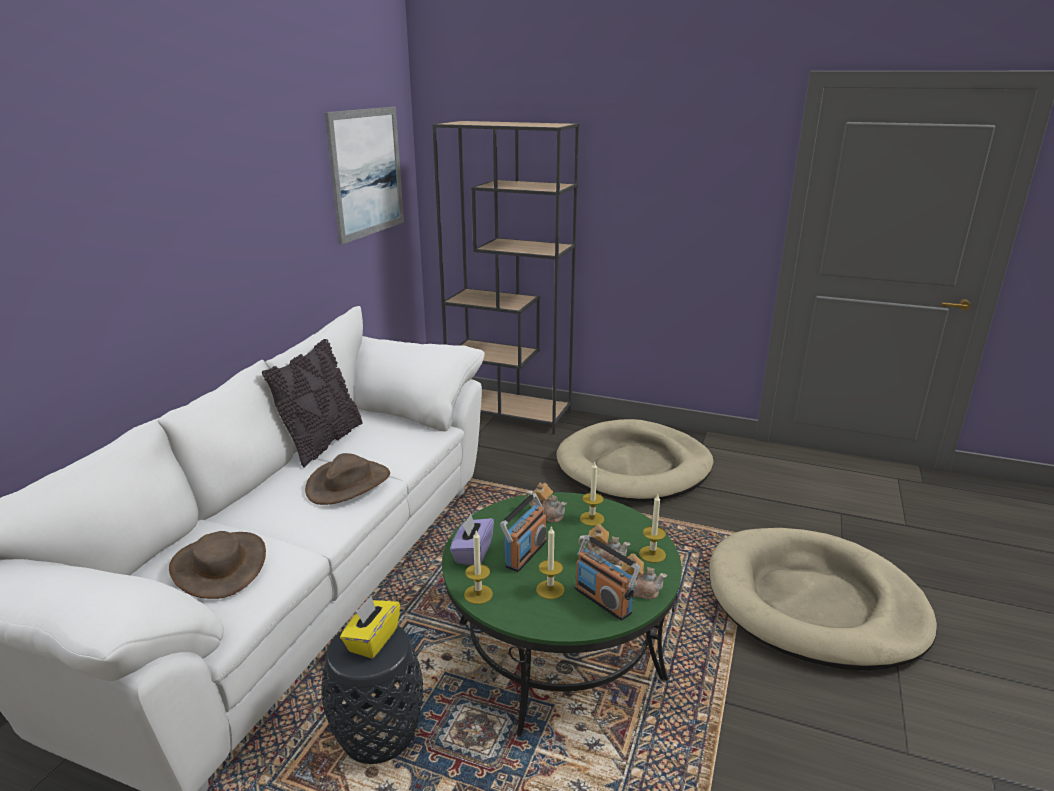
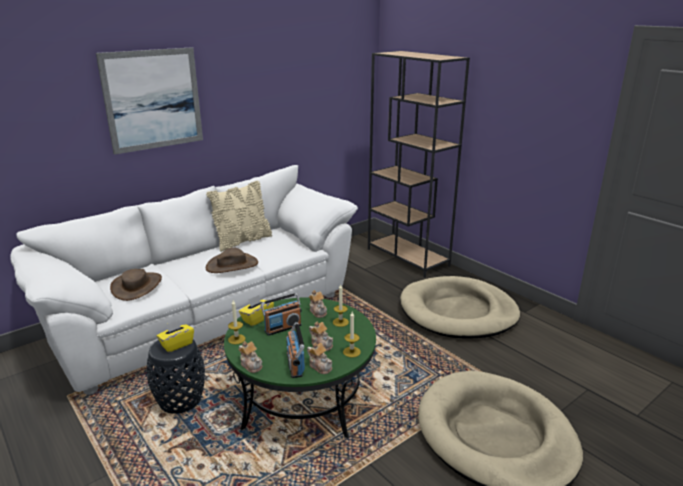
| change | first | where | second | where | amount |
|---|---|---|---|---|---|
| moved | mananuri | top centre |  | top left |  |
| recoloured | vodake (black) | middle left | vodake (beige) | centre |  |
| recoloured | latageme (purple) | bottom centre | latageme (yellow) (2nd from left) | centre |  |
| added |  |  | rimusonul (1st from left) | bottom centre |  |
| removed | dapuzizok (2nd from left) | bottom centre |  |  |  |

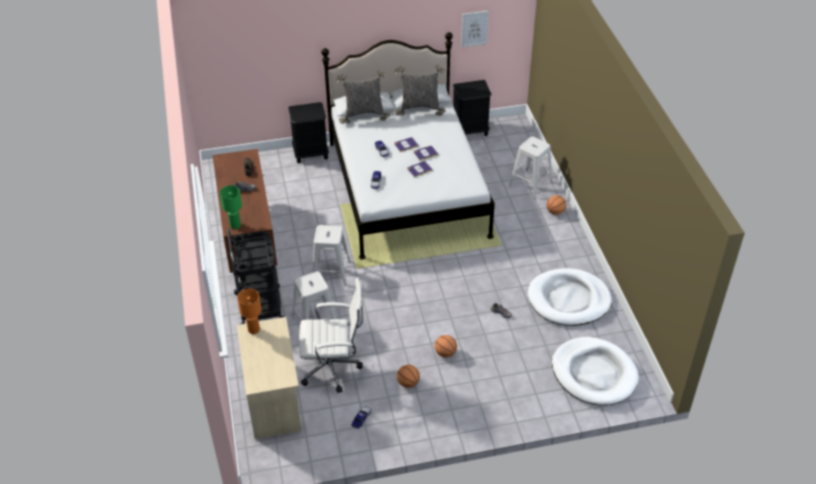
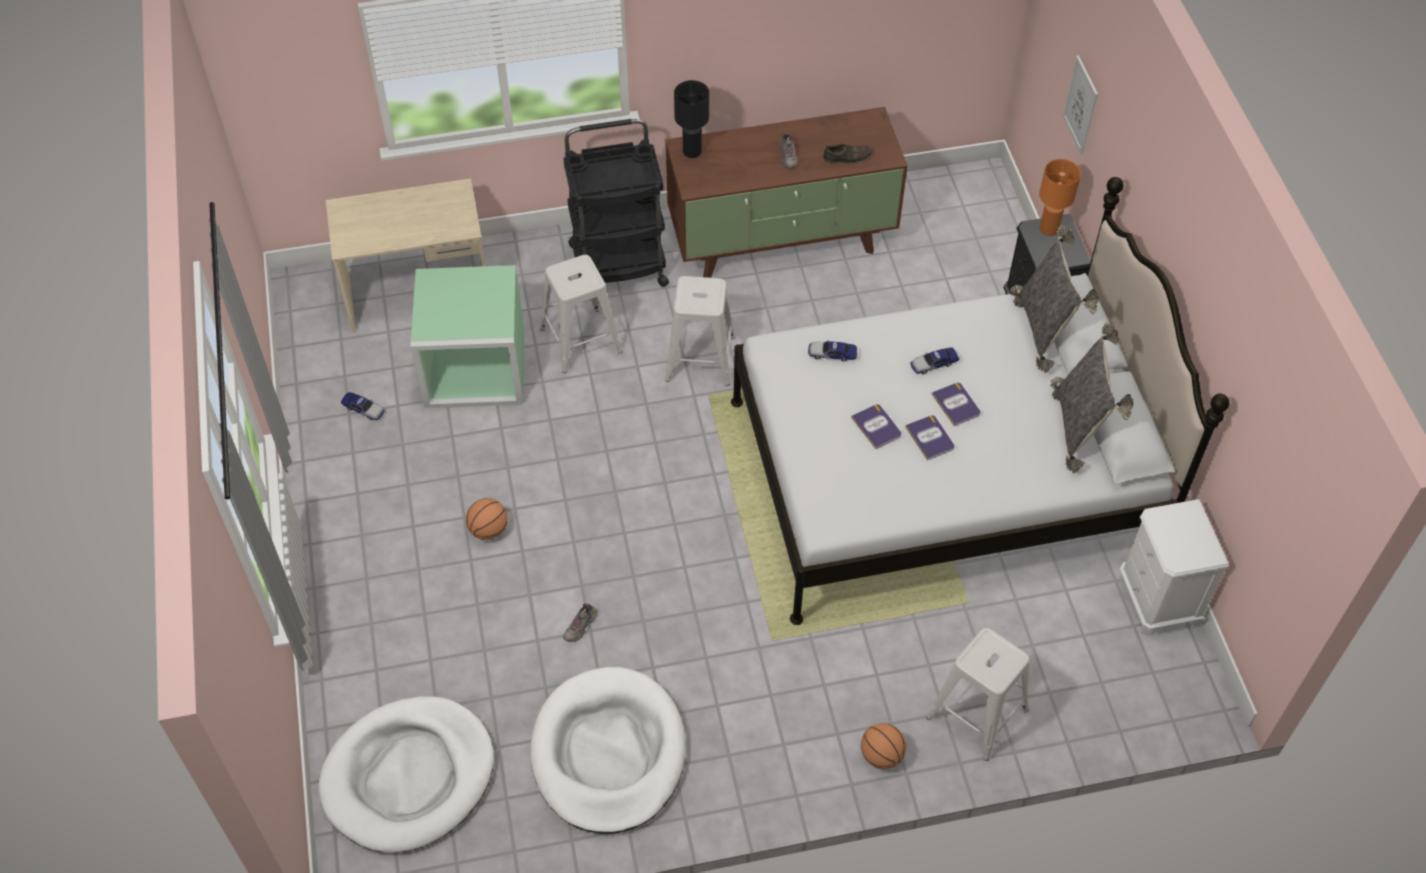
| change | first | where | second | where | amount |
|---|---|---|---|---|---|
| replaced | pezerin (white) | bottom centre | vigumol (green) | middle left |  |
| recoloured | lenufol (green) | middle left | lenufol (black) | top centre |  |
| moved | lenufol (orange) | middle left |  | top right |  |
| moved | mananuri | top centre |  | top right |  |
| recoloured | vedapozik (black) (2nd from left) | top centre | vedapozik (white) | middle right |  |
| removed | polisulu (1st from left) | bottom centre |  |  |  |

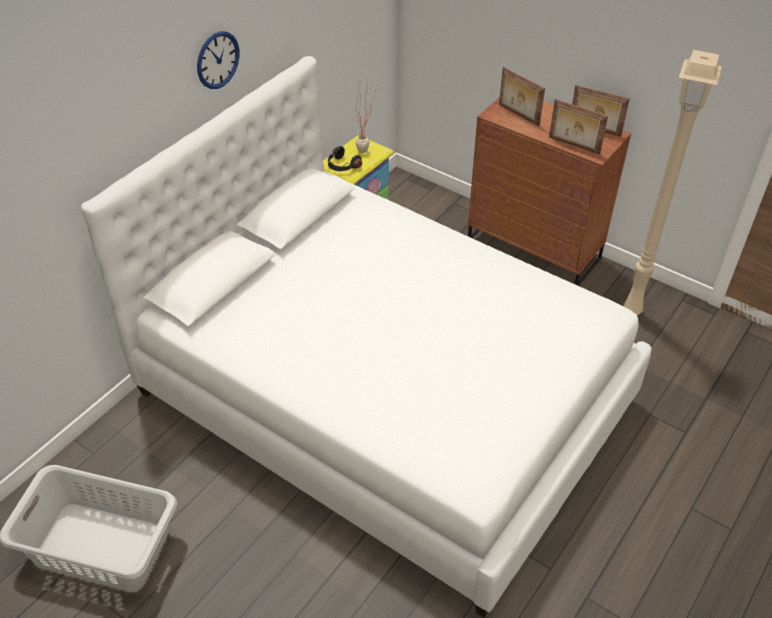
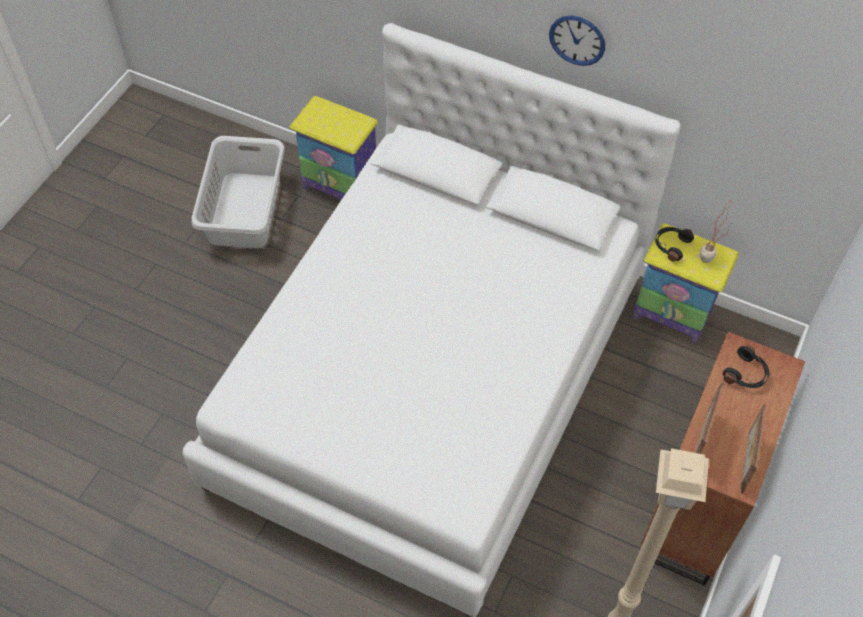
| change | first | where | second | where | amount |
|---|---|---|---|---|---|
| added |  |  | vedapozik (1st from left) | top centre |  |
| replaced | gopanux (1st from left) | top right | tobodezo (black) (2nd from left) | middle right |  |

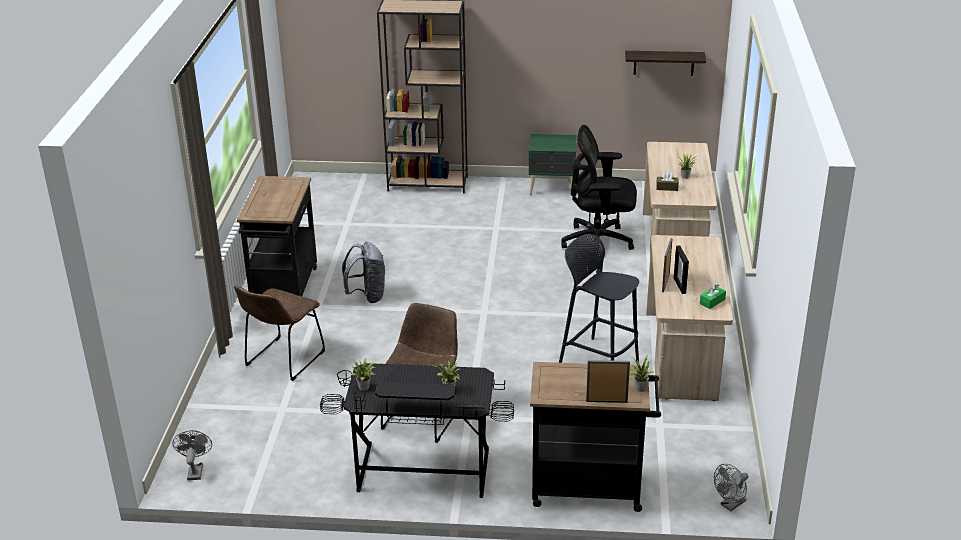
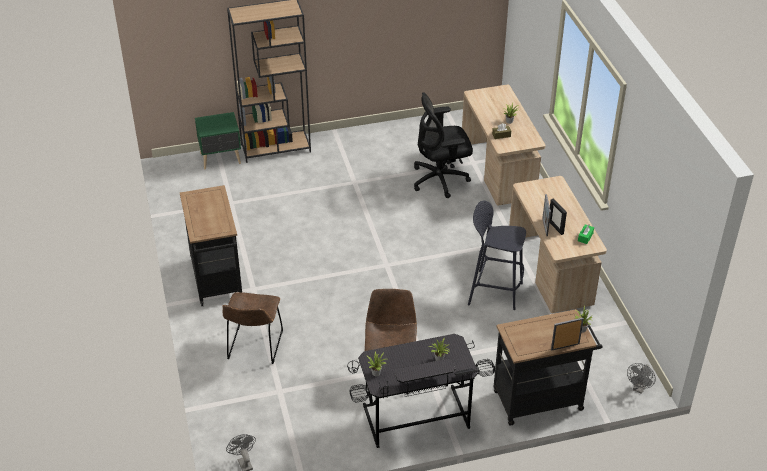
| change | first | where | second | where | amount |
|---|---|---|---|---|---|
| moved | vedapozik (green) | top centre |  | top left |  |
| removed | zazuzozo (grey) | centre |  |  |  |
| removed | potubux | top right |  |  |  |

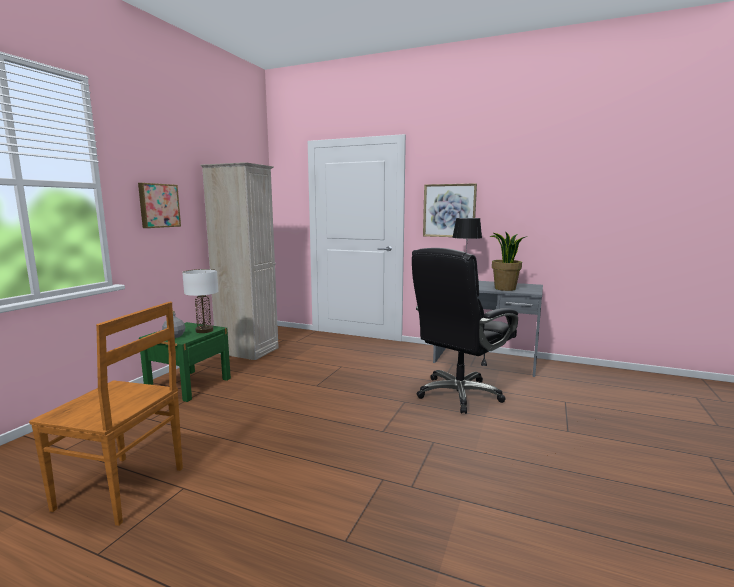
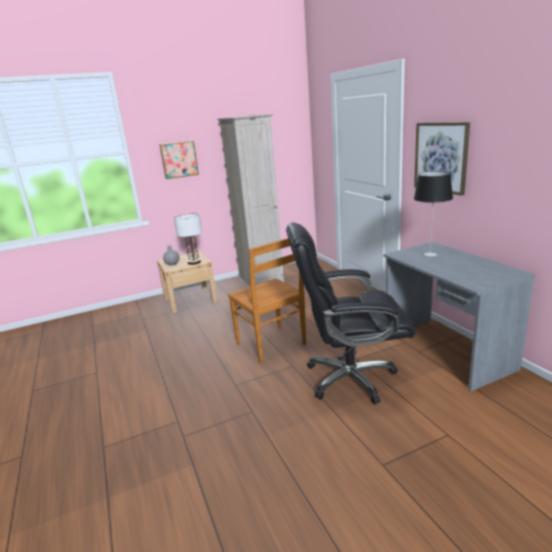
| change | first | where | second | where | amount |
|---|---|---|---|---|---|
| recoloured | vedapozik (green) | middle left | vedapozik (beige) | centre |  |
| moved | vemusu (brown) | bottom left |  | centre |  |
| removed | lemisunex | middle right |  |  |  |

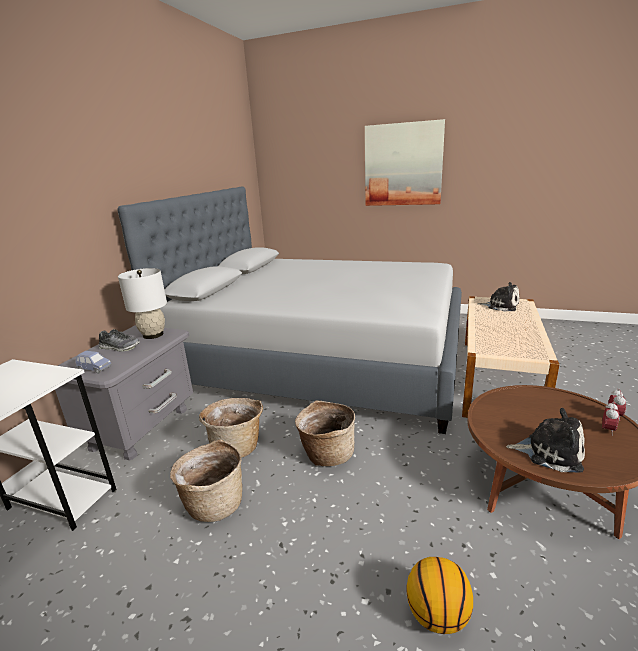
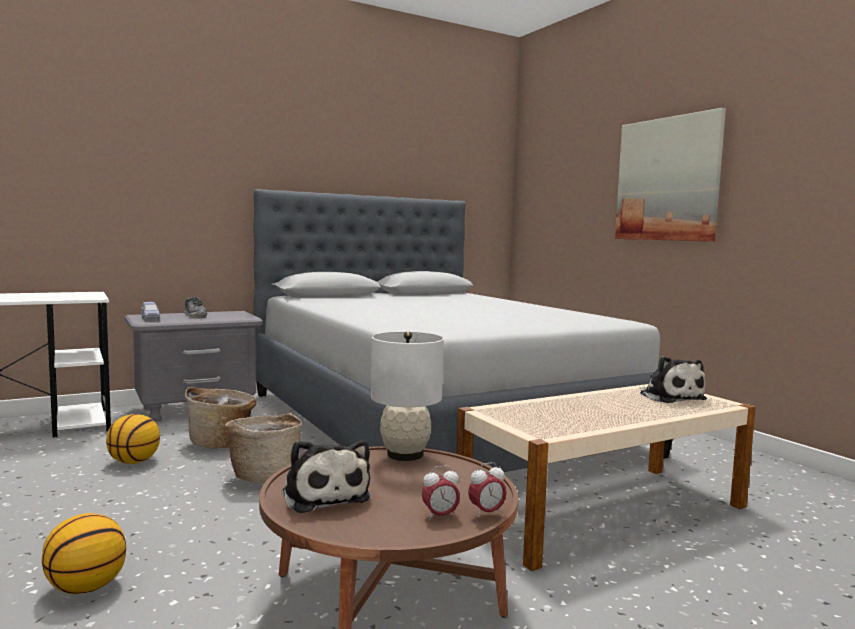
| change | first | where | second | where | amount |
|---|---|---|---|---|---|
| replaced | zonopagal (1st from left) | bottom left | polisulu (2nd from left) | bottom left |  |
| moved | lenufol (white) | middle left |  | centre |  |

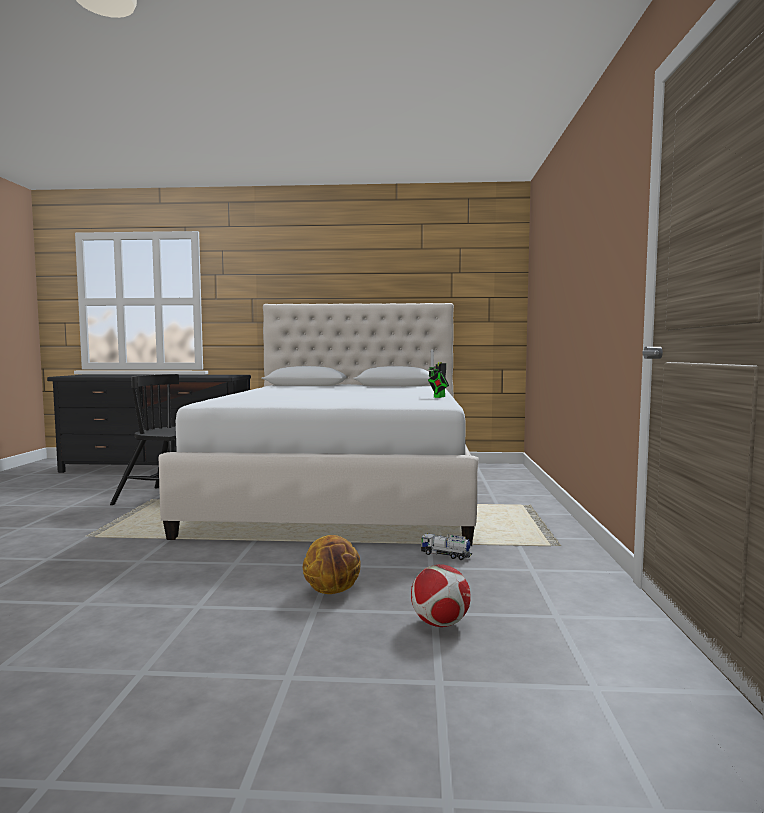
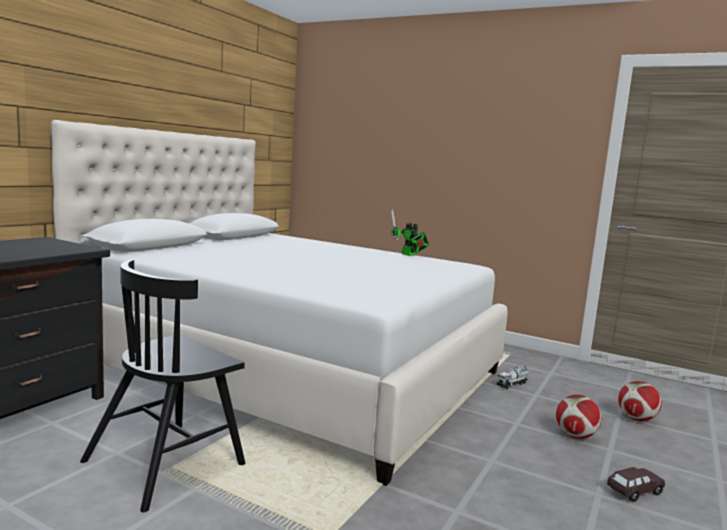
| change | first | where | second | where | amount |
|---|---|---|---|---|---|
| replaced | polisulu | bottom centre | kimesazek (1st from left) | bottom right |  |
| added |  |  | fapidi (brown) | bottom right |  |

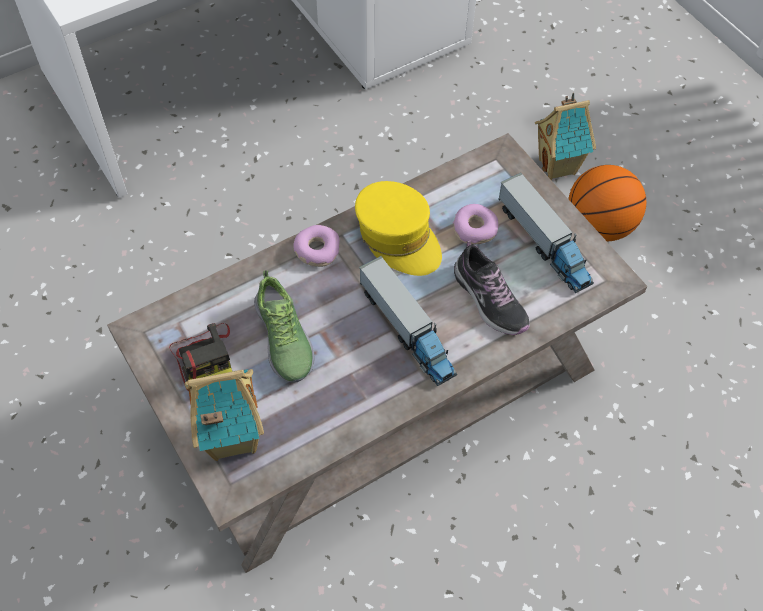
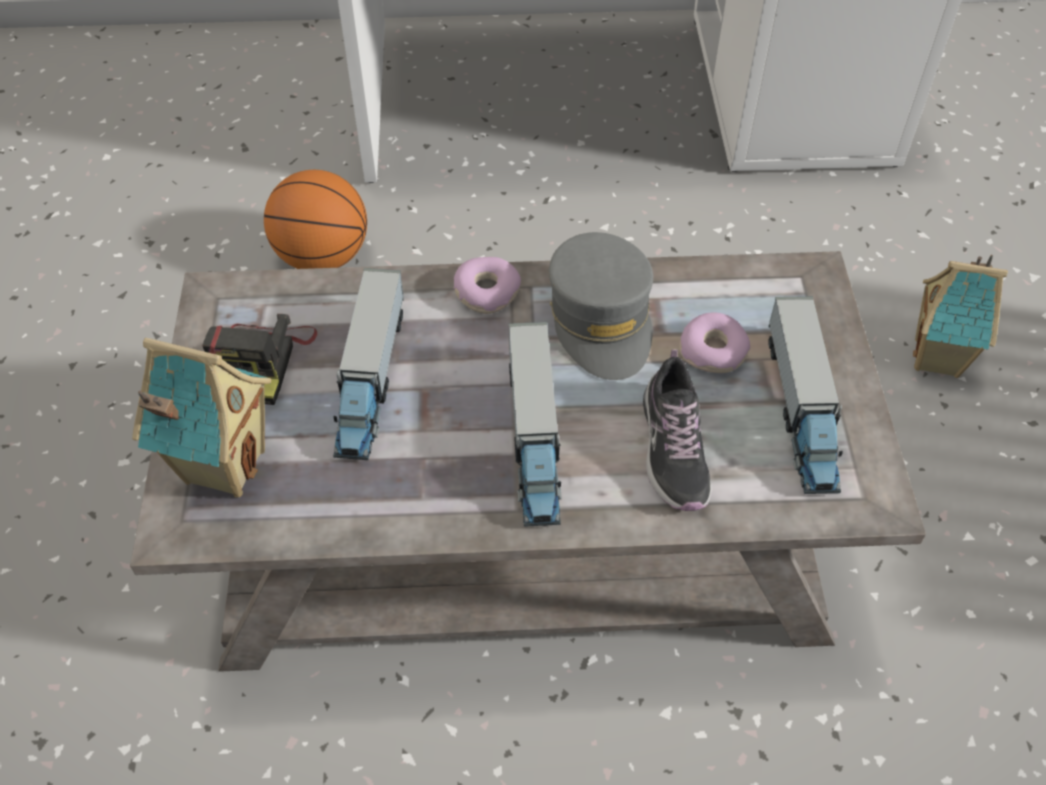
| change | first | where | second | where | amount |
|---|---|---|---|---|---|
| moved | polisulu | top right |  | top left |  |
| replaced | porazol (1st from left) | centre | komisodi (1st from left) | centre |  |
| recoloured | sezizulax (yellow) | centre | sezizulax (grey) | centre |  |

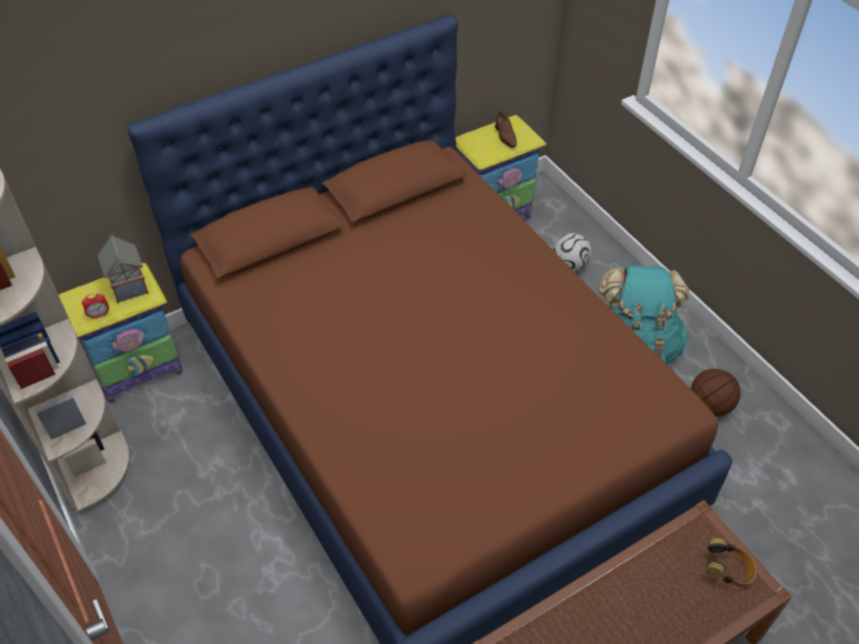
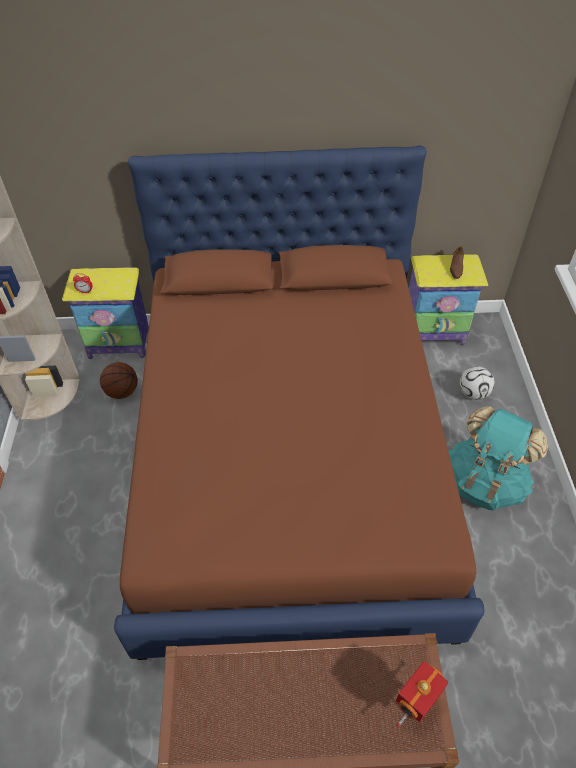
| change | first | where | second | where | amount |
|---|---|---|---|---|---|
| moved | polisulu | middle right |  | middle left |  |
| replaced | tobodezo | bottom right | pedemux | bottom right |  |
| removed | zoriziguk | middle left |  |  |  |

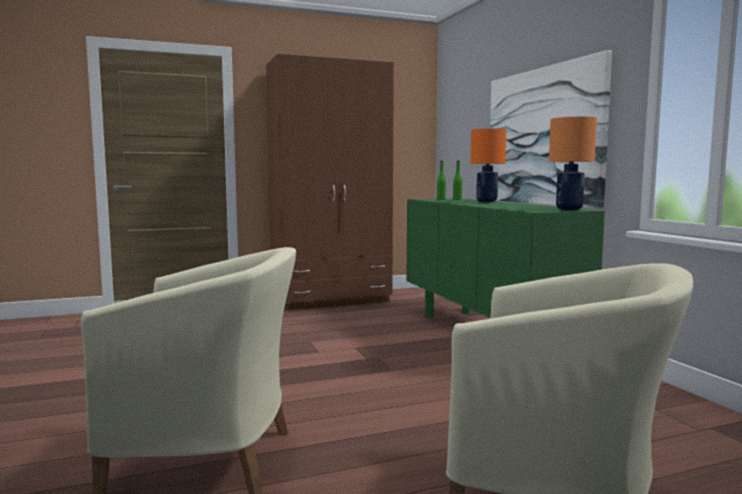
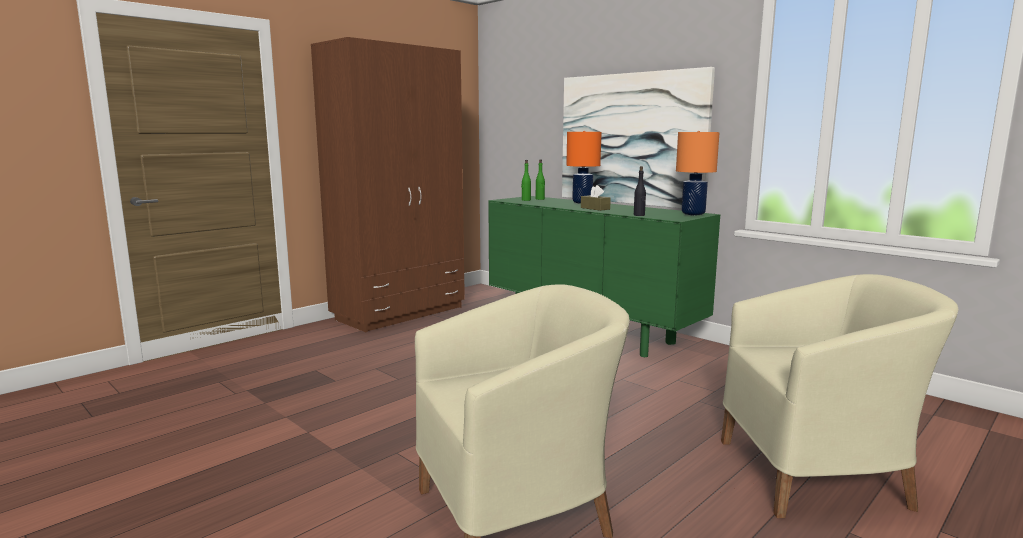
| change | first | where | second | where | amount |
|---|---|---|---|---|---|
| added |  |  | latageme (brown) | centre |  |
| added |  |  | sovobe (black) | centre |  |

